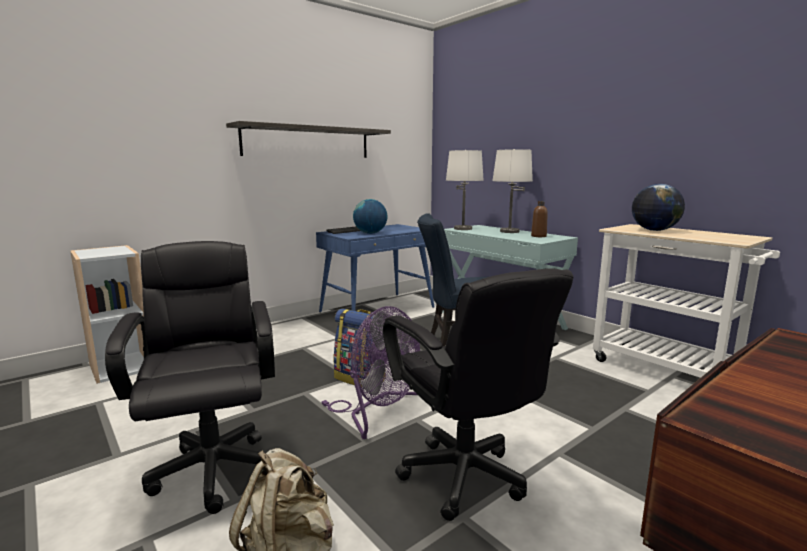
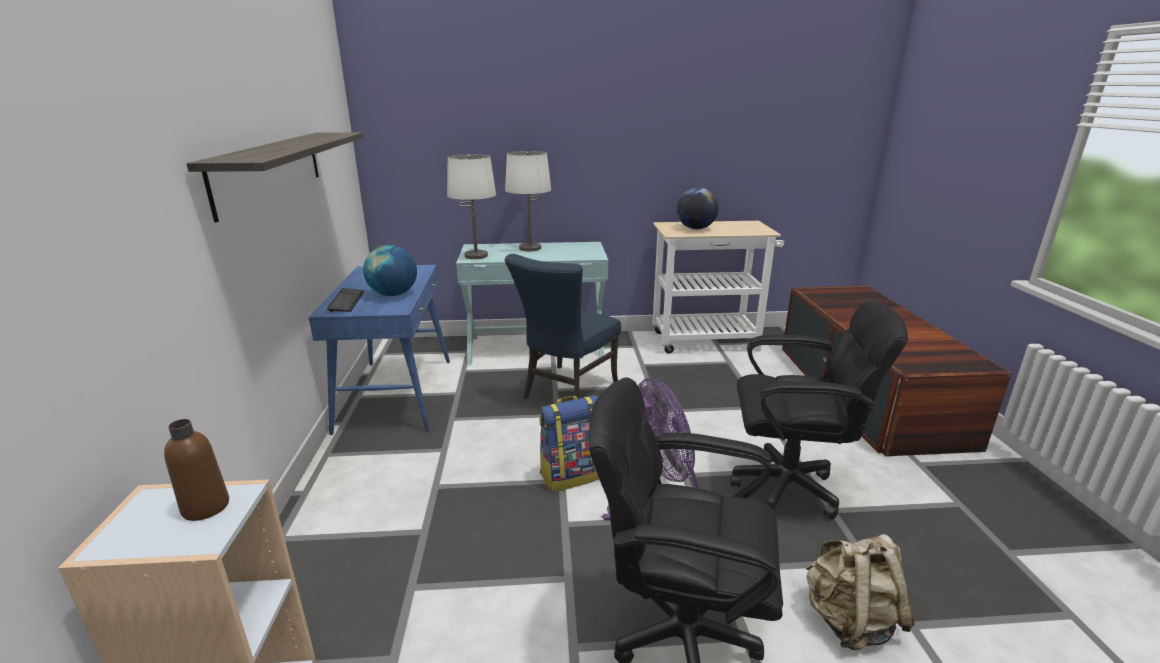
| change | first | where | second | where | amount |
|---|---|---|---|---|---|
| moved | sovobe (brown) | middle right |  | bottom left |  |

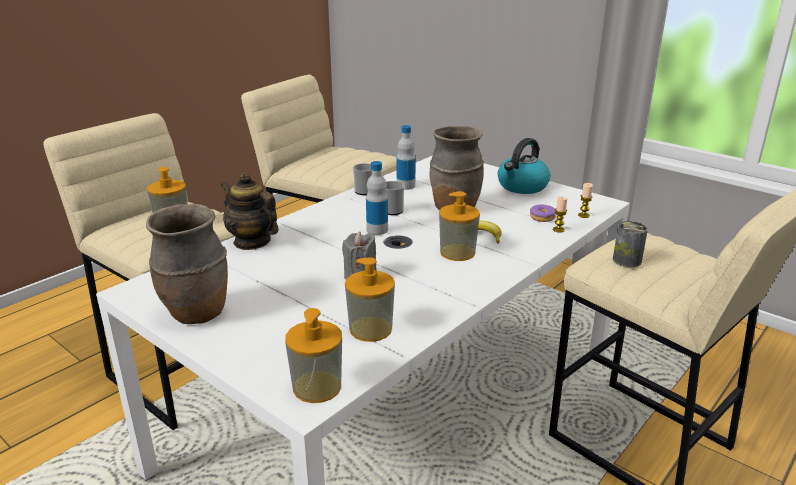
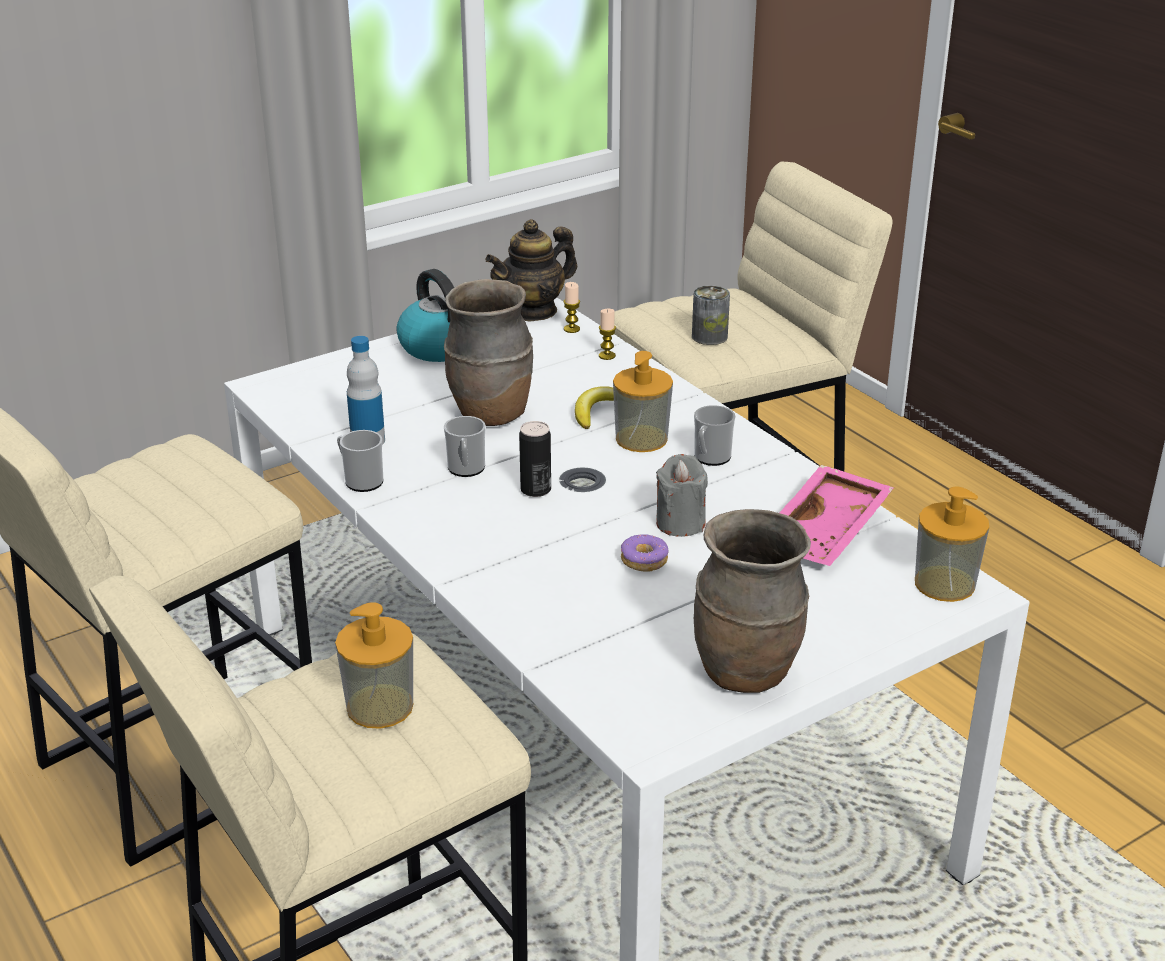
| change | first | where | second | where | amount |
|---|---|---|---|---|---|
| moved | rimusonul | middle left |  | top centre |  |
| replaced | sovobe (1st from left) | centre | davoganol (1st from left) | centre |  |
| moved | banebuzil | middle right |  | centre |  |
| added |  |  | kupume (3rd from left) | centre |  |
| replaced | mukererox (3rd from left) | centre | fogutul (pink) | middle right |  |

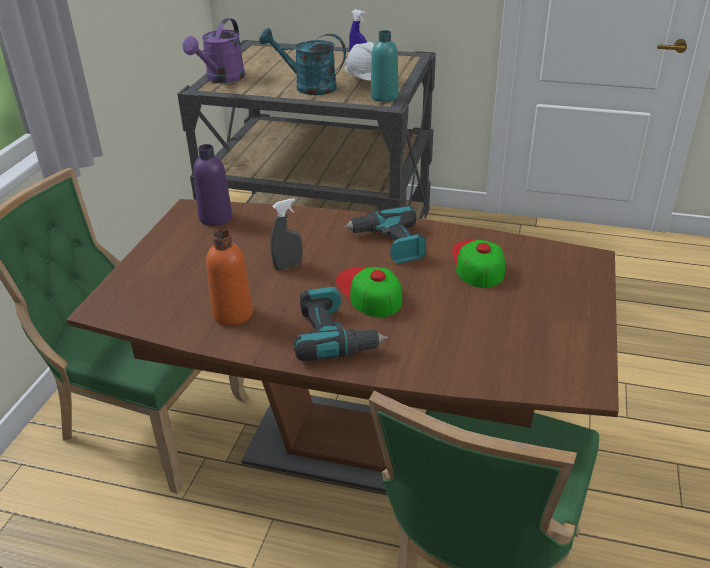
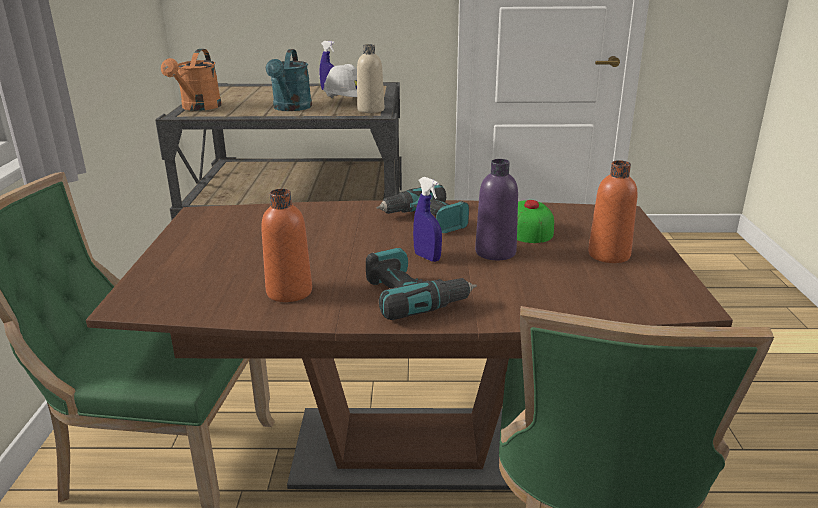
| change | first | where | second | where | amount |
|---|---|---|---|---|---|
| recoloured | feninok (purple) | top left | feninok (orange) | top left |  |
| turned | feninok (turquoise) | top centre |  | top centre | 90 degrees counterclockwise |
| recoloured | sovobe (turquoise) | top centre | sovobe (beige) | top centre |  |
| replaced | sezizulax (1st from left) | centre | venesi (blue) (2nd from left) | centre |  |
| moved | sovobe (purple) | top left |  | centre |  |
| added |  |  | sovobe (orange) (2nd from left) | middle right |  |
| removed | venesi (grey) | centre |  |  |  |

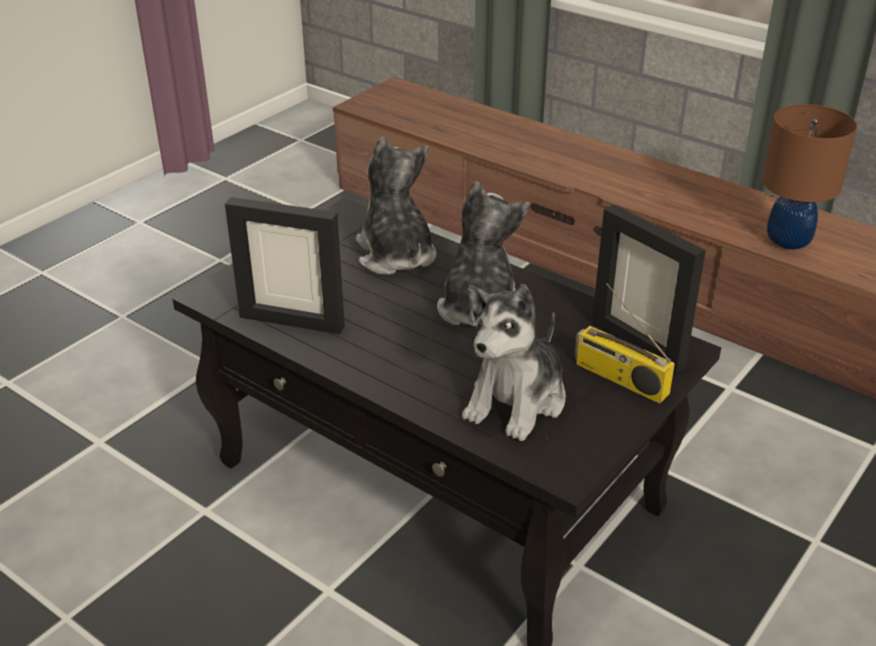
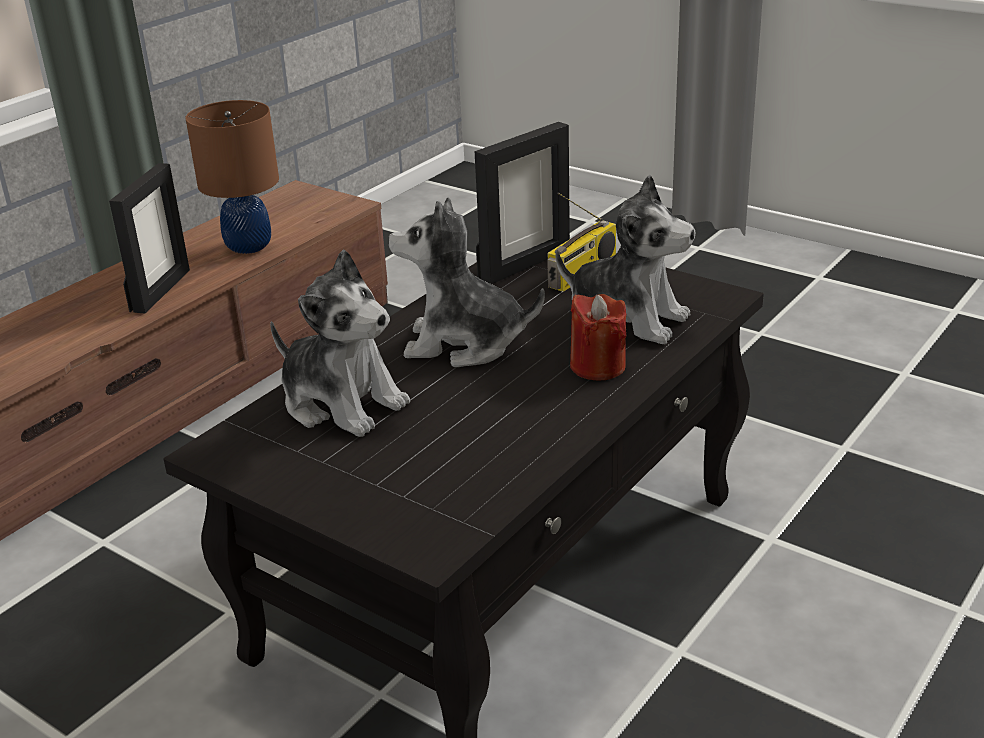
| change | first | where | second | where | amount |
|---|---|---|---|---|---|
| moved | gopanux (1st from left) | middle left |  | top left |  |
| turned | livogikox (1st from left) | top centre |  | centre | 120 degrees counterclockwise |
| added |  |  | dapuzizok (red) | centre |  |

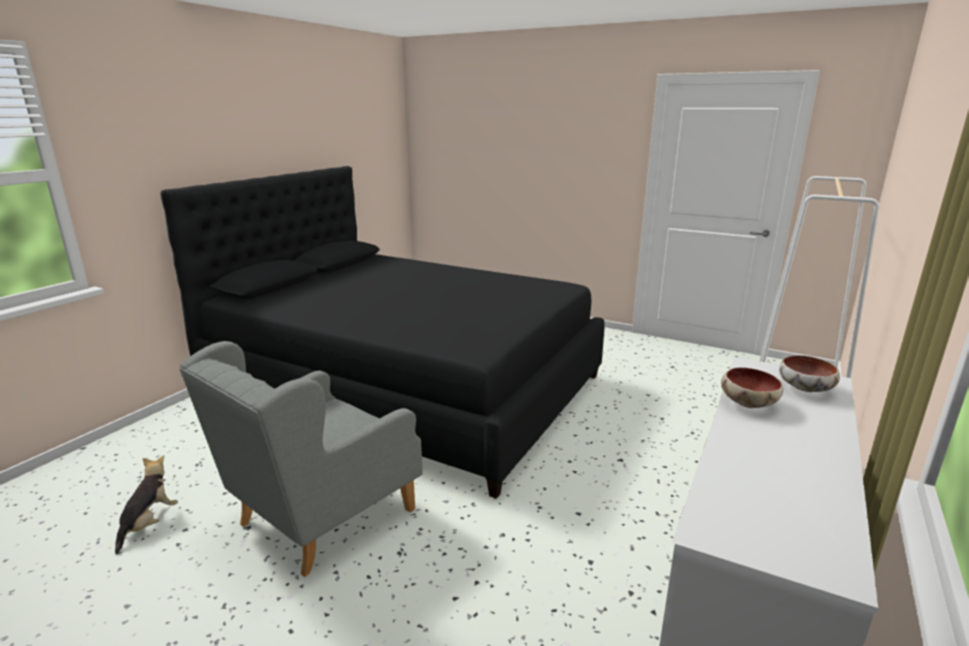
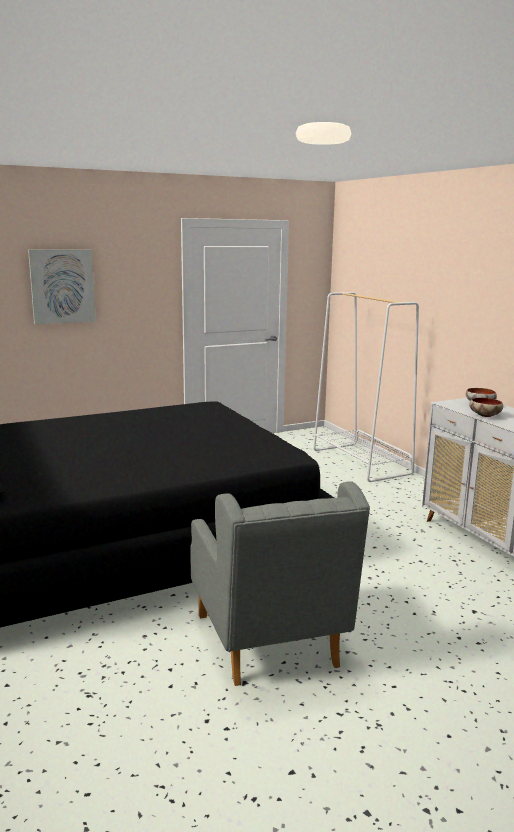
| change | first | where | second | where | amount |
|---|---|---|---|---|---|
| added |  |  | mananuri | middle left |  |
| removed | livogikox | bottom left |  |  |  |

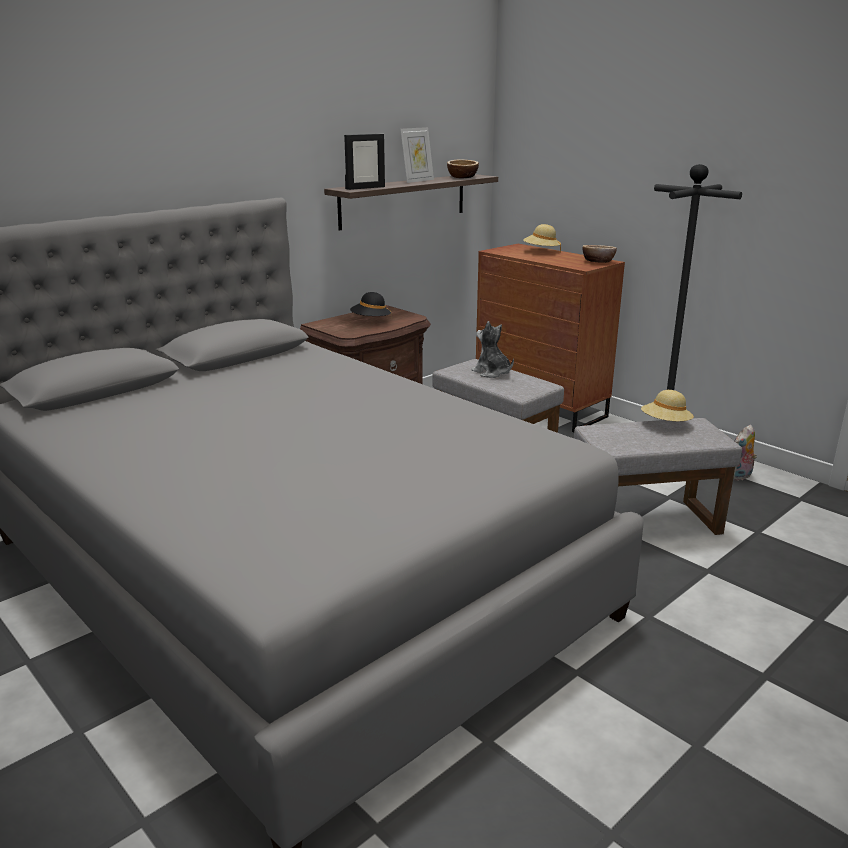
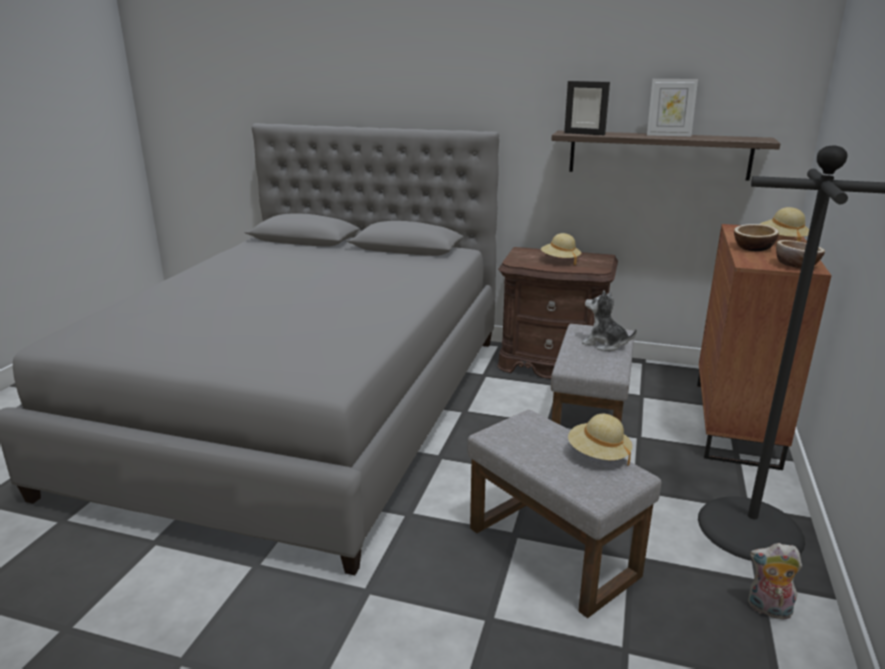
| change | first | where | second | where | amount |
|---|---|---|---|---|---|
| recoloured | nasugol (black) | centre | nasugol (beige) (1st from left) | centre |  |
| turned | livogikox (1st from left) | centre |  | middle right | 75 degrees counterclockwise |
| moved | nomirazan (1st from left) | top centre |  | middle right |  |

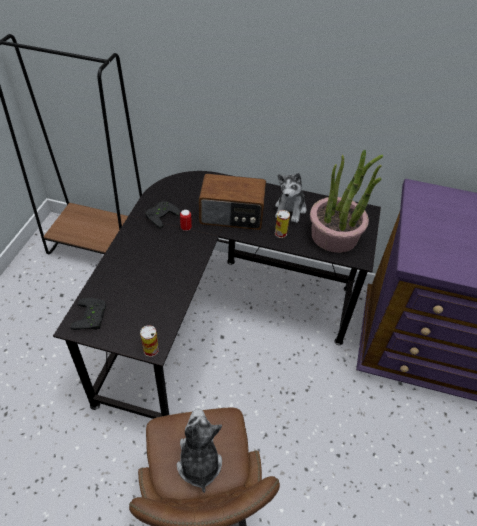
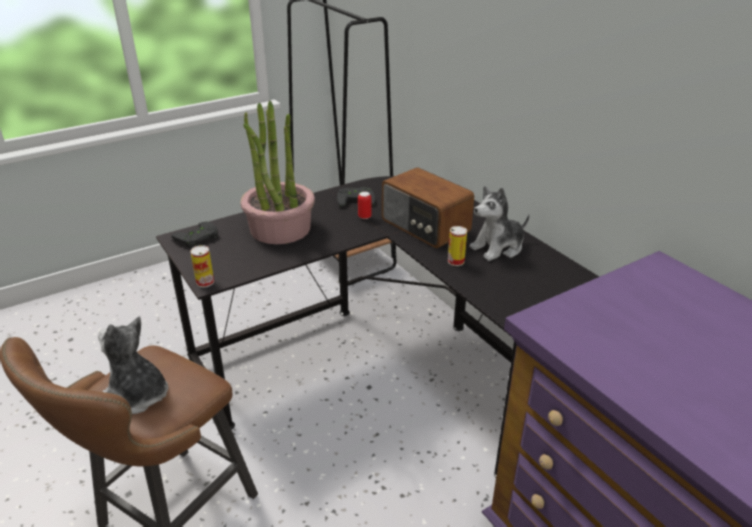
| change | first | where | second | where | amount |
|---|---|---|---|---|---|
| turned | livogikox (1st from left) | bottom centre |  | bottom left | 90 degrees counterclockwise |
| moved | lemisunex | middle right |  | top centre |  |

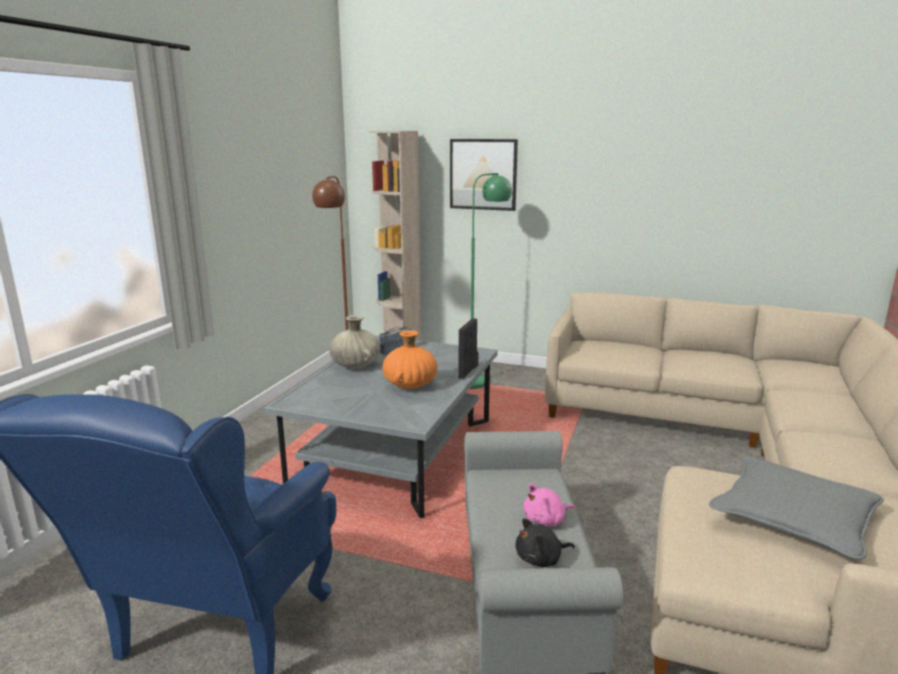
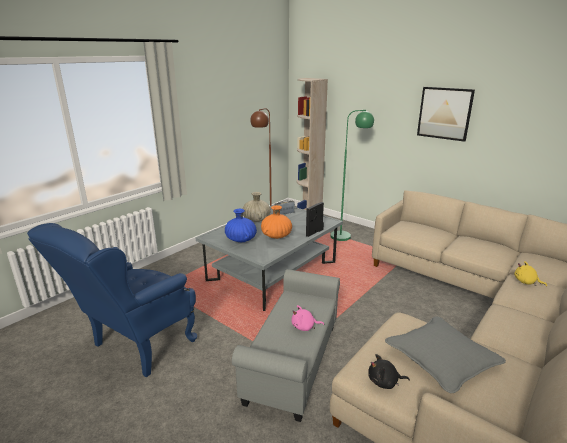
| change | first | where | second | where | amount |
|---|---|---|---|---|---|
| added |  |  | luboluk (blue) | centre |  |
| moved | livogikox (black) | bottom centre |  | bottom right |  |
| moved | mananuri | top centre |  | top right |  |
| added |  |  | livogikox (yellow) | middle right |  |

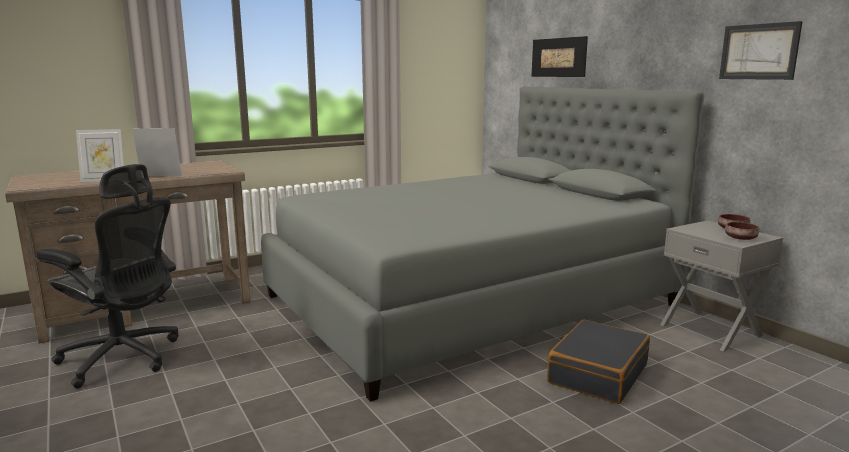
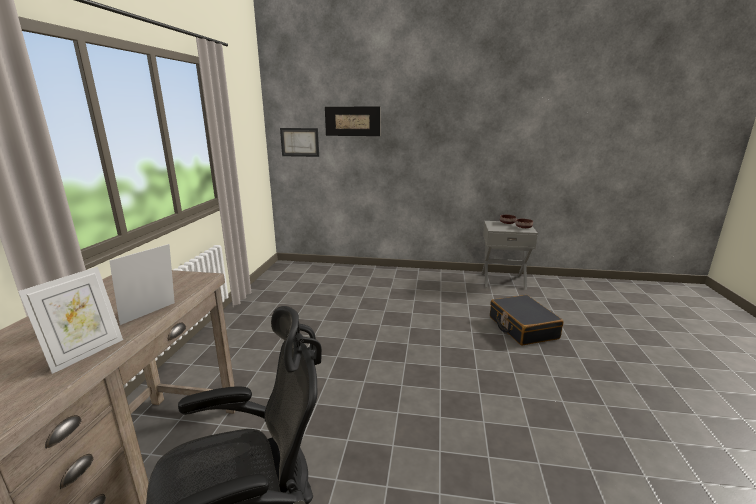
| change | first | where | second | where | amount |
|---|---|---|---|---|---|
| moved | mananuri (2nd from left in the first image) | top right | mananuri (1st from left) | top centre |  |
| removed | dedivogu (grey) | centre |  |  |  |

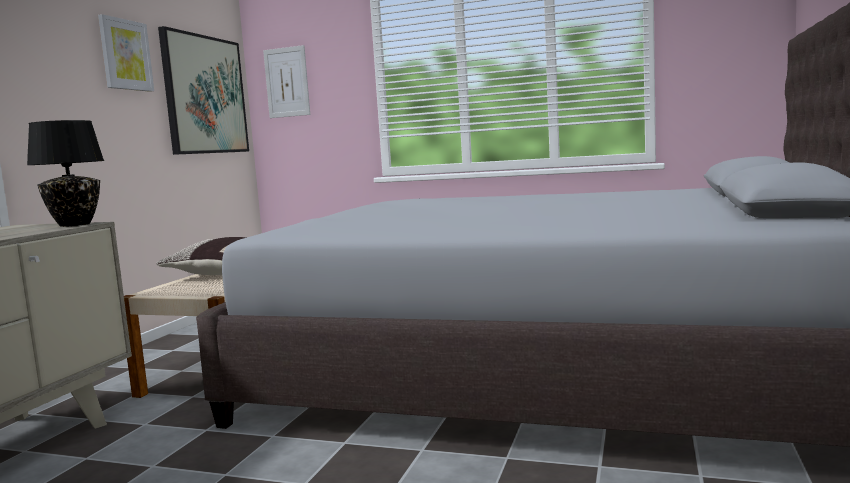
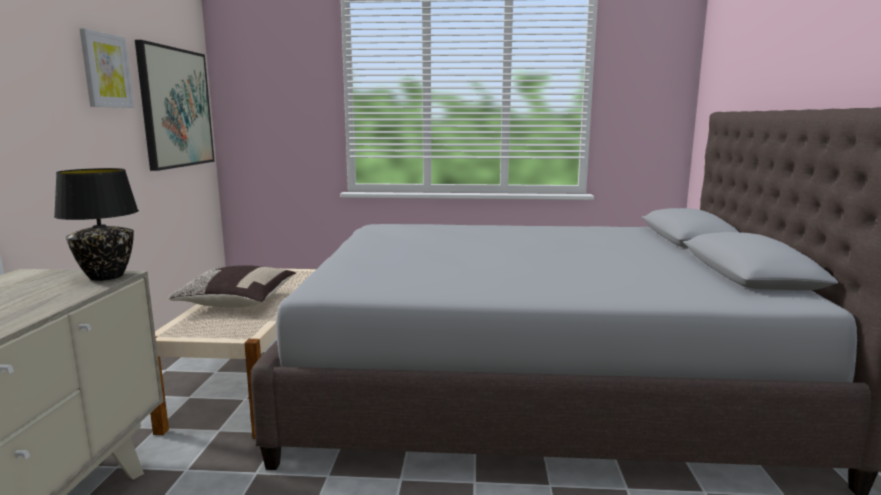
| change | first | where | second | where | amount |
|---|---|---|---|---|---|
| removed | mananuri (3rd from left) | top centre |  |  |  |

